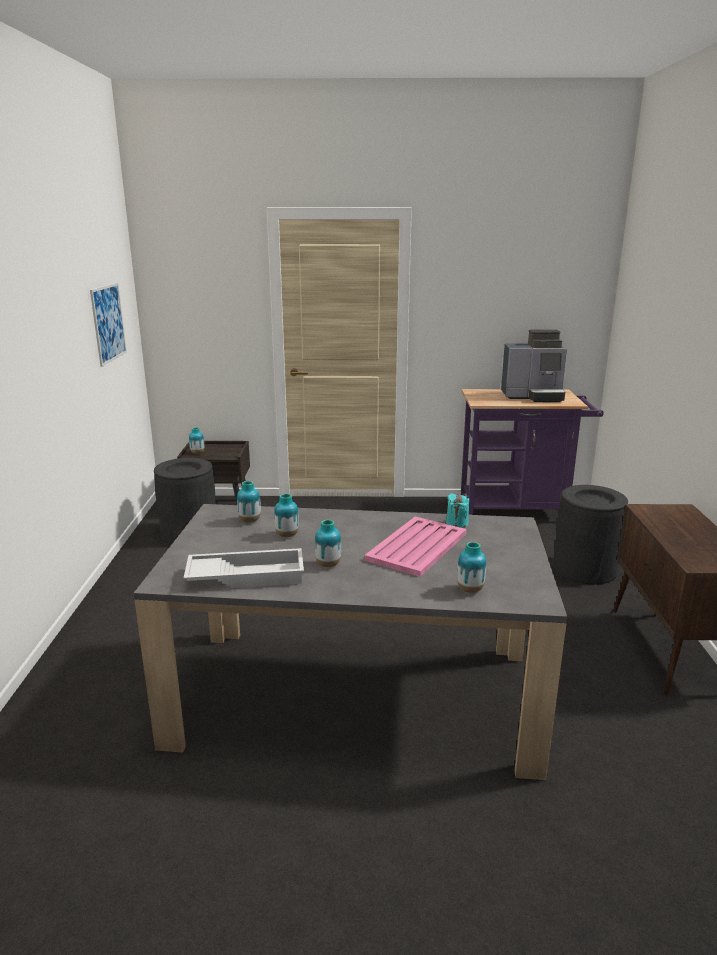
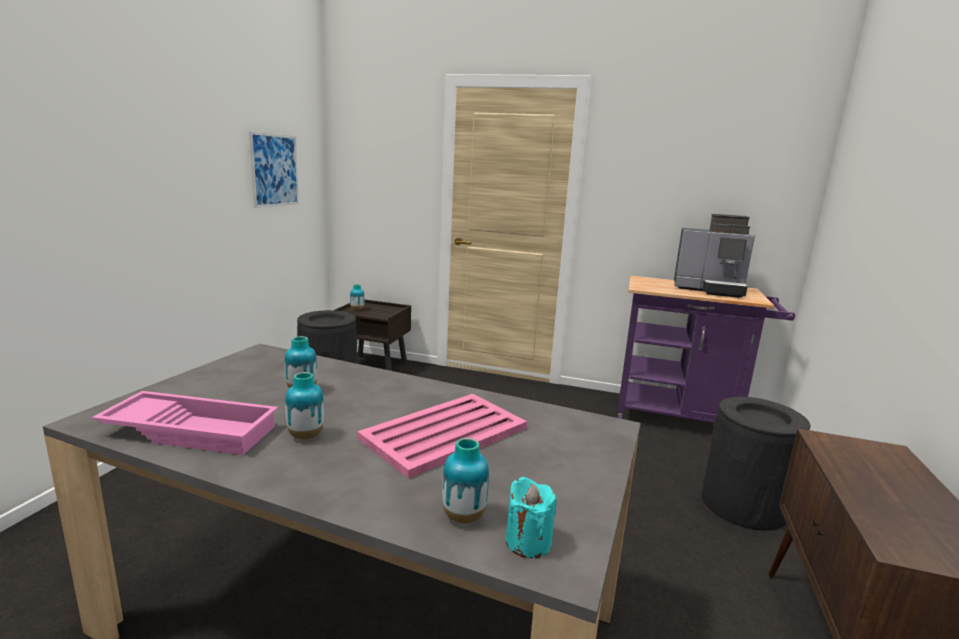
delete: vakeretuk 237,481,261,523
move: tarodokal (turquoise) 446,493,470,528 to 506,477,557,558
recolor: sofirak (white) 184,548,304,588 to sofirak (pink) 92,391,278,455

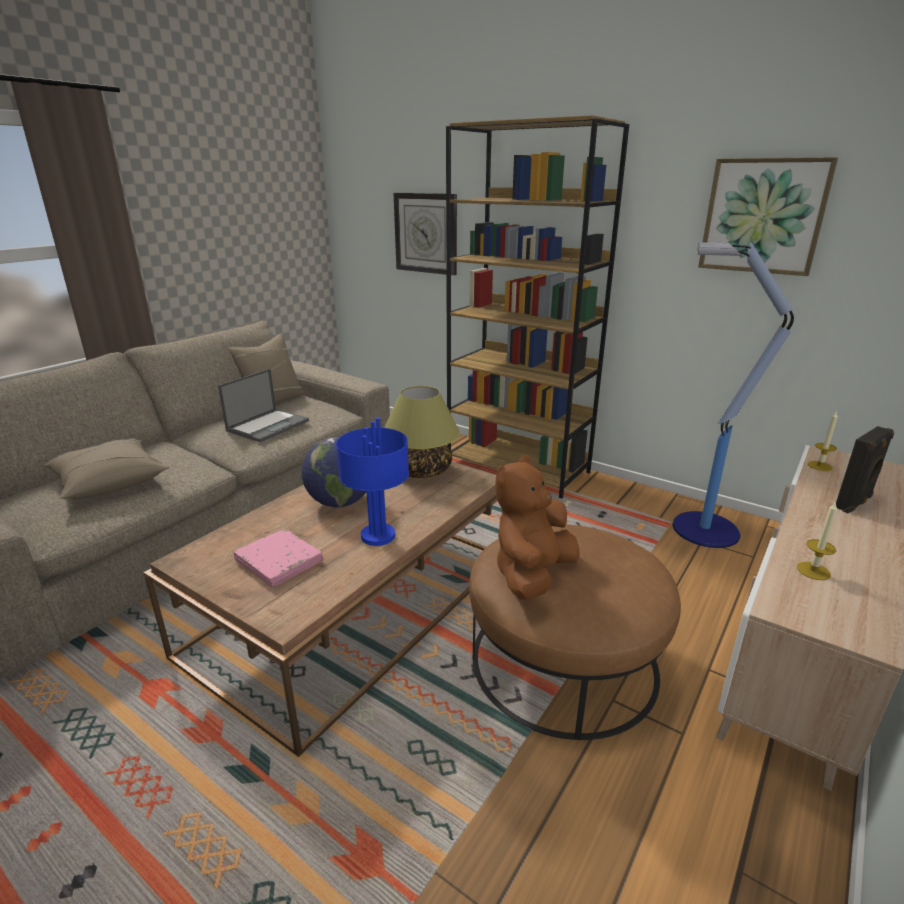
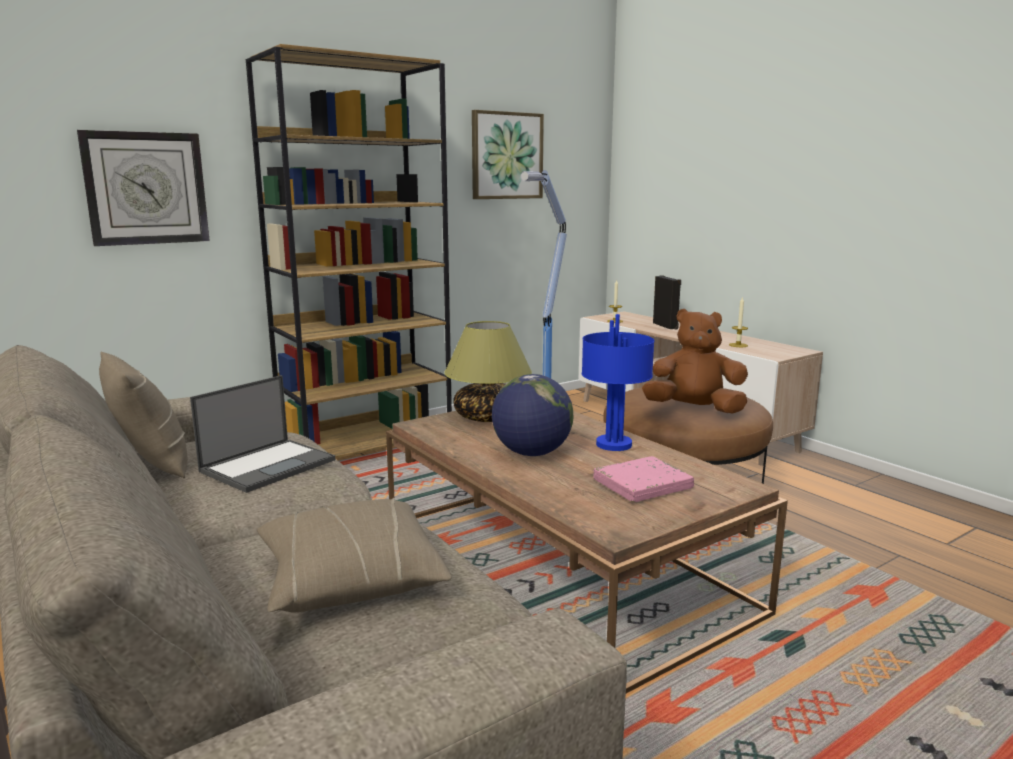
rotate: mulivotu 218,369,309,442 = 190,375,335,493 75 degrees clockwise; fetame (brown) 495,455,580,600 = 642,309,748,414 135 degrees clockwise

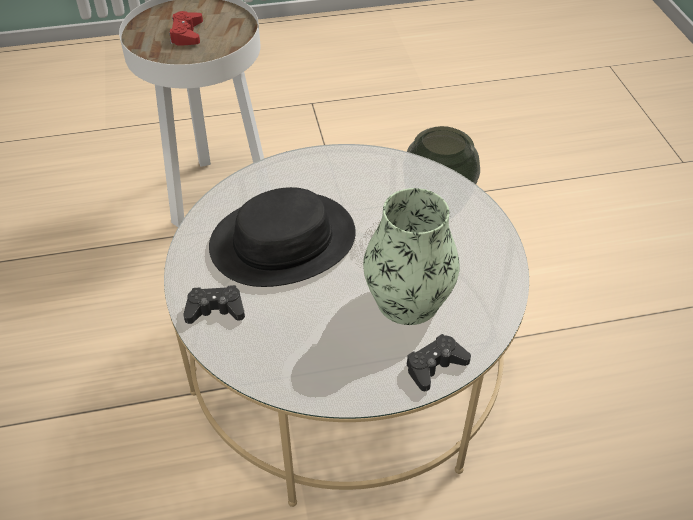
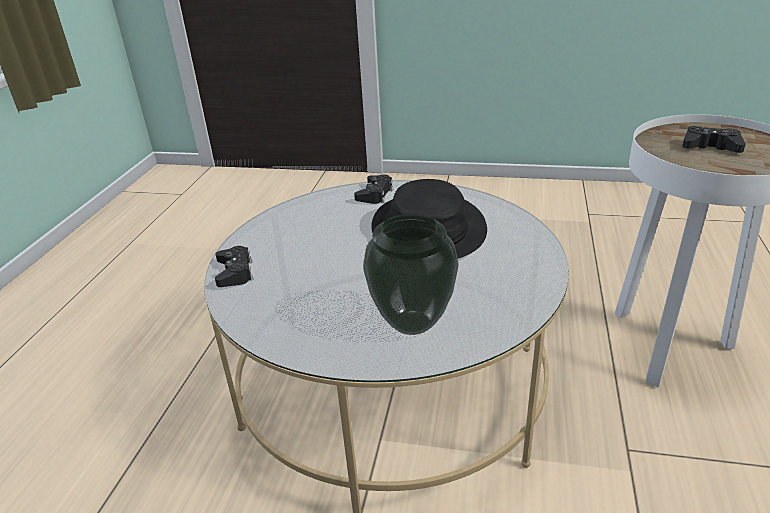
delete: vakeretuk 363,188,460,325
recolor: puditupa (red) 169,11,203,46 to puditupa (black) 682,126,746,153

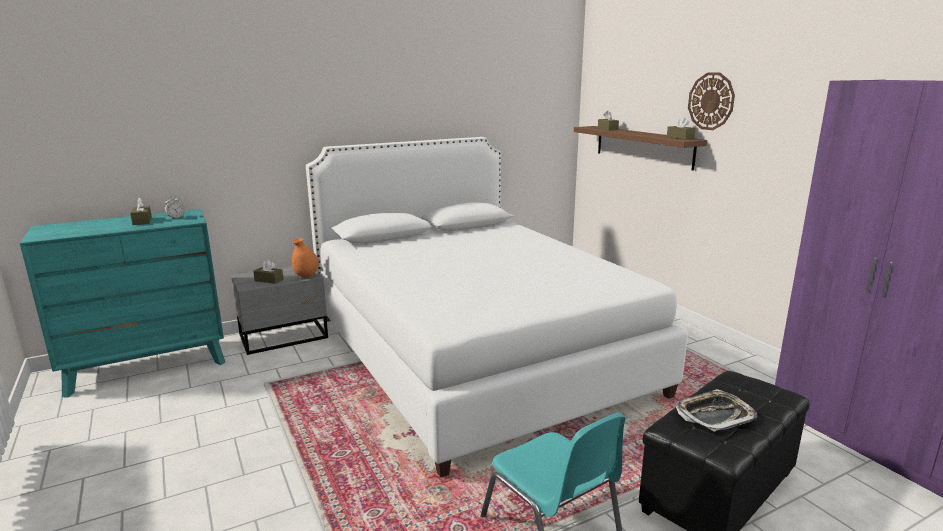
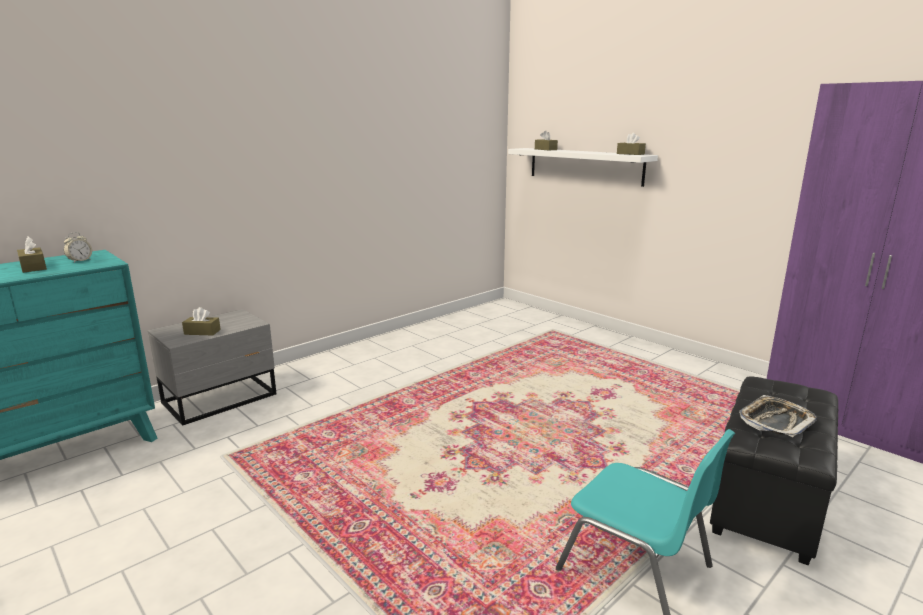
delete: vakeretuk (orange) 292,238,319,278; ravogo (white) 306,137,688,477; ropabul 688,73,735,130
recolor: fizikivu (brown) 574,126,707,171 to fizikivu (white) 508,148,658,187

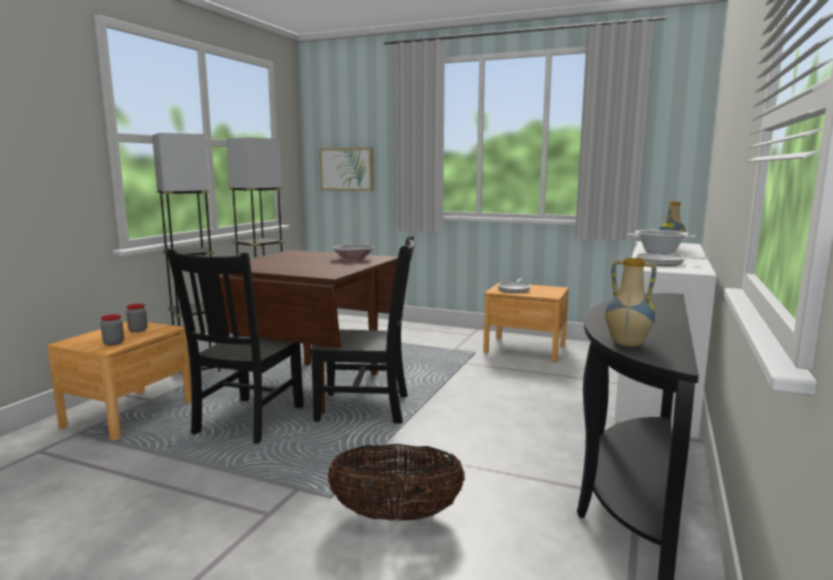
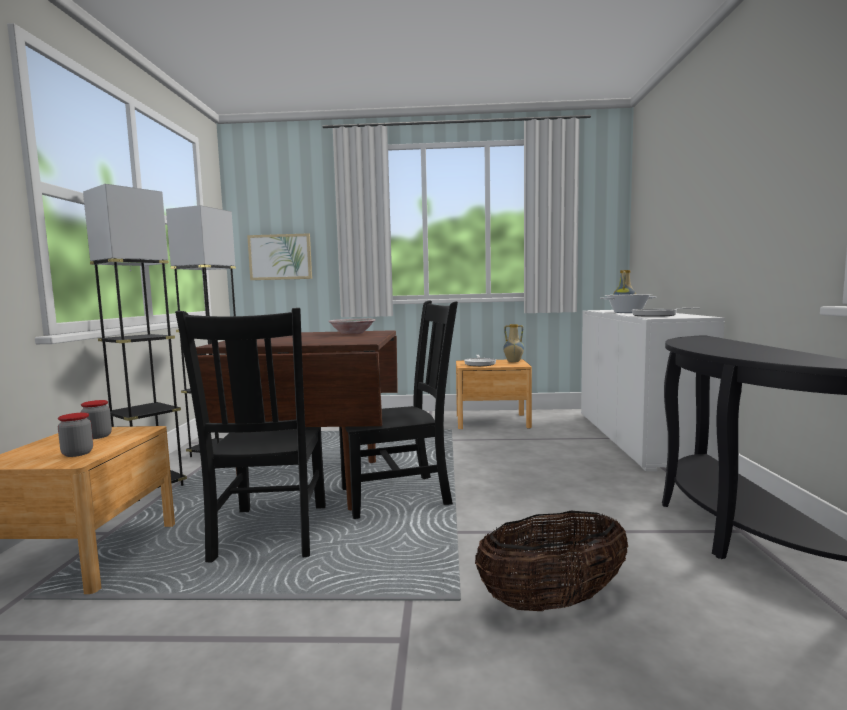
move: vakeretuk 605,258,657,347 to 503,324,524,362

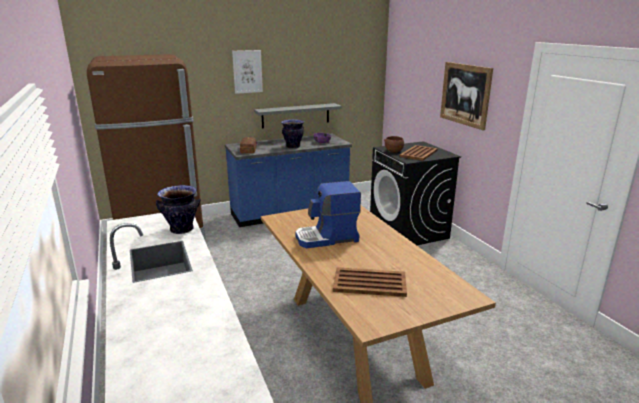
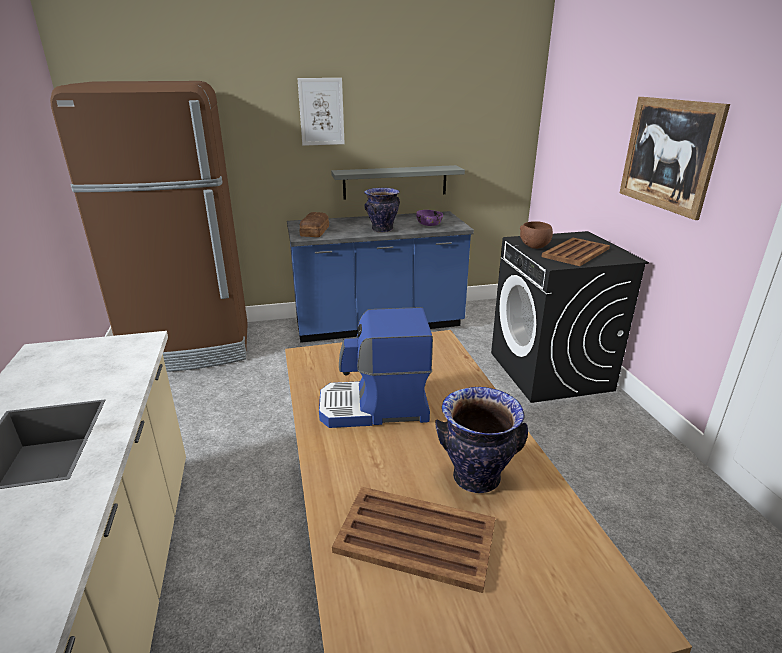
move: vakeretuk 156,185,200,234 to 435,387,528,493

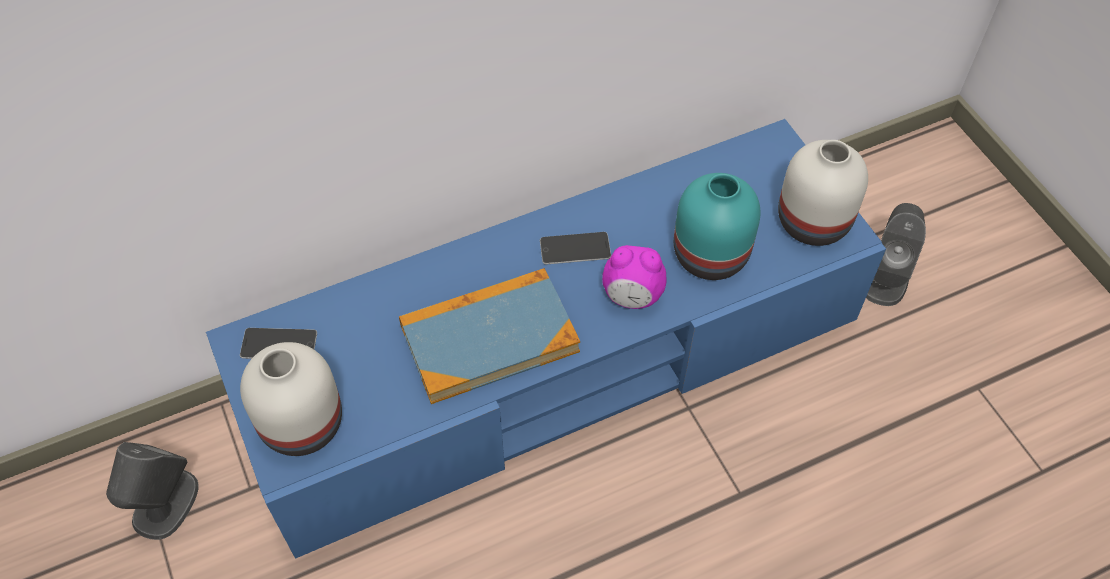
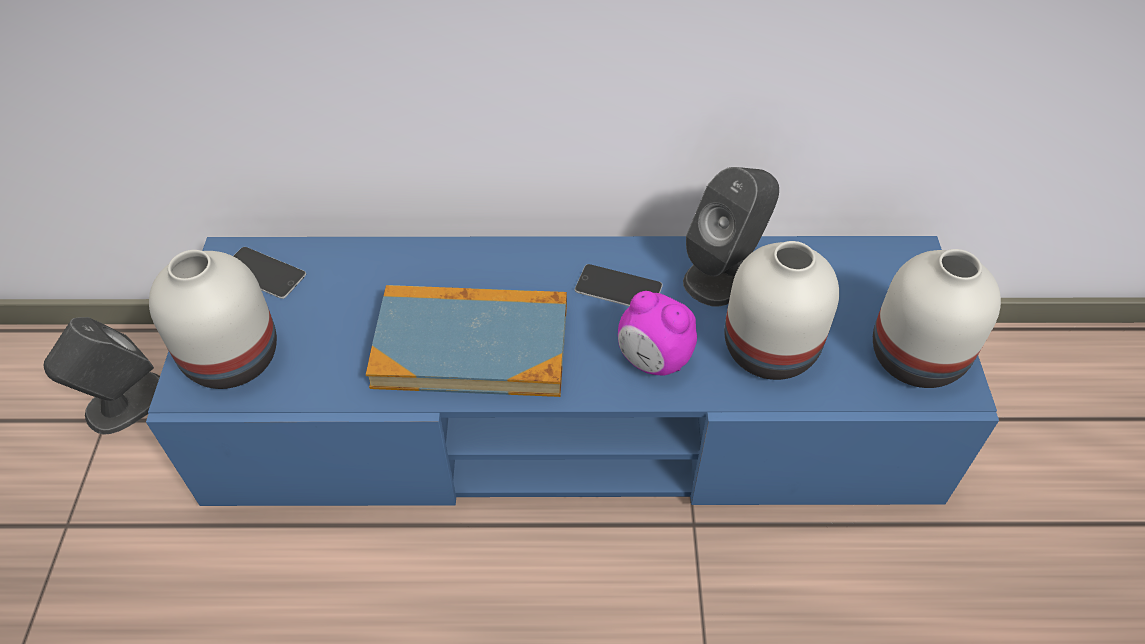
move: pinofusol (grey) 866,203,926,306 to 683,167,779,306
recolor: vakeretuk (turquoise) 674,173,761,280 to vakeretuk (white) 724,241,839,380

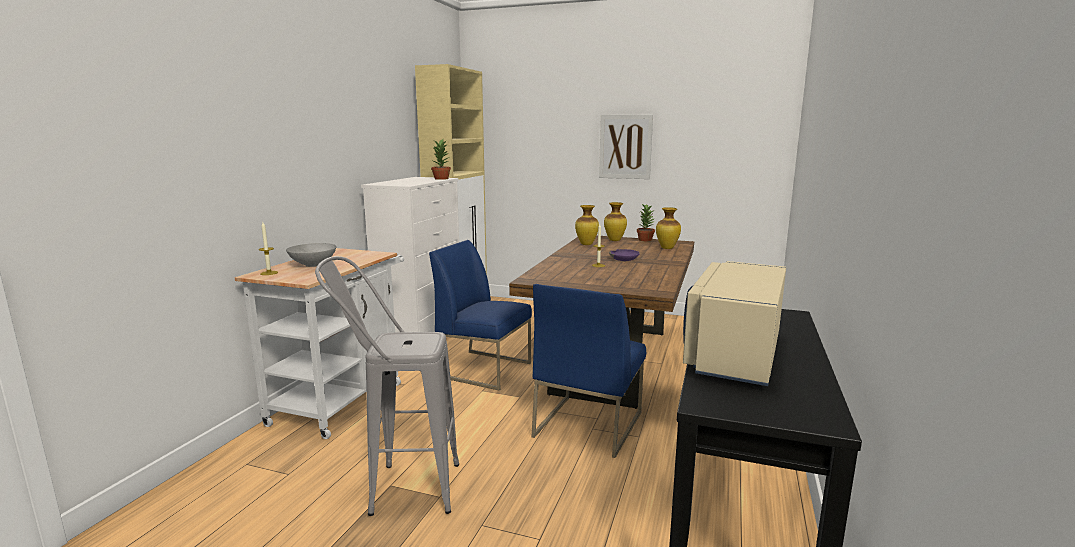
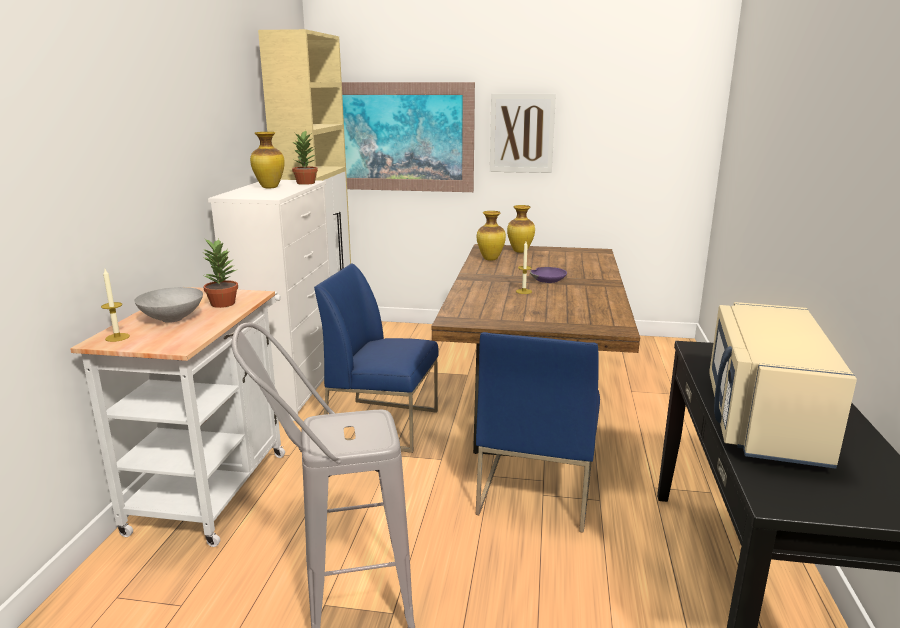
insert: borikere 342,82,475,192
move: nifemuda 637,204,655,241 to 202,238,238,308; vakeretuk 656,207,681,249 to 250,132,285,188

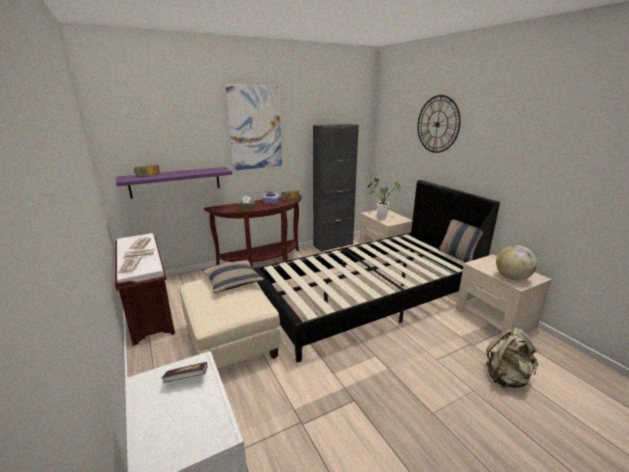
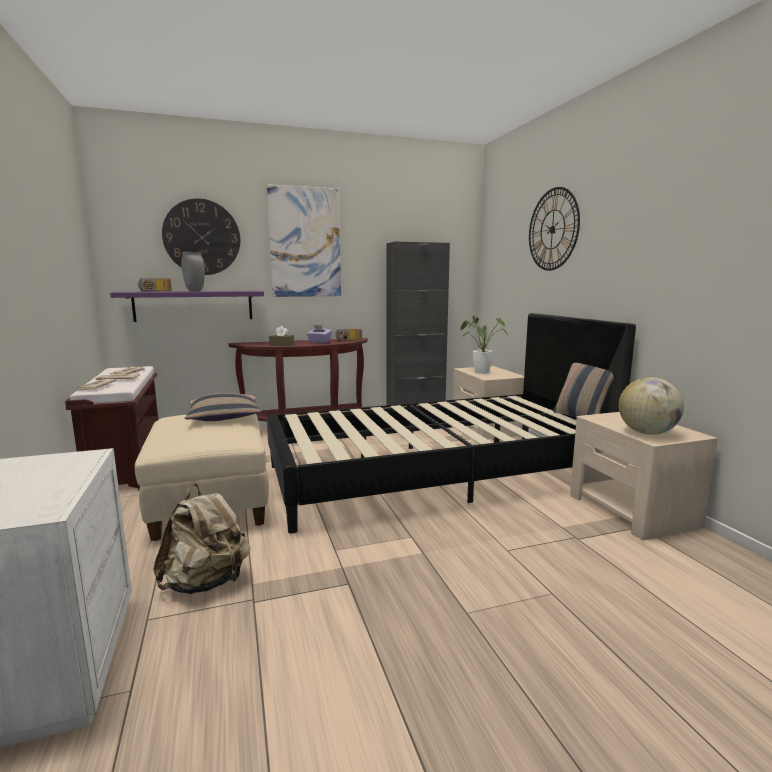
delete: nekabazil 162,362,208,383
insert: ropabul 162,198,240,275; vakeretuk (grey) 181,252,205,292
move: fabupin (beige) 486,325,538,388 to 153,484,250,594

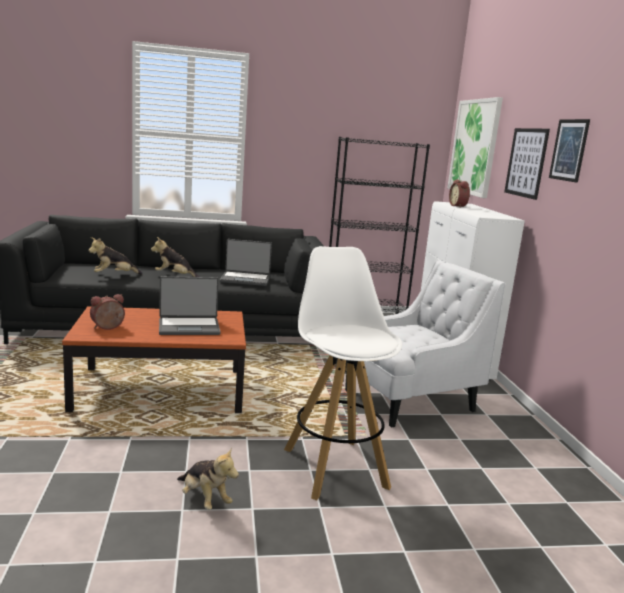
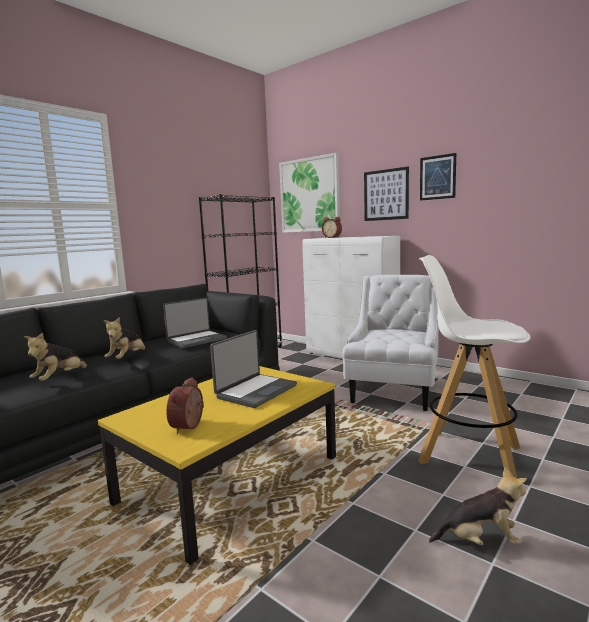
recolor: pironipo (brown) 62,306,246,413 to pironipo (yellow) 98,366,336,565
rotate: fetame 151,237,200,277 = 103,317,146,359 45 degrees counterclockwise

